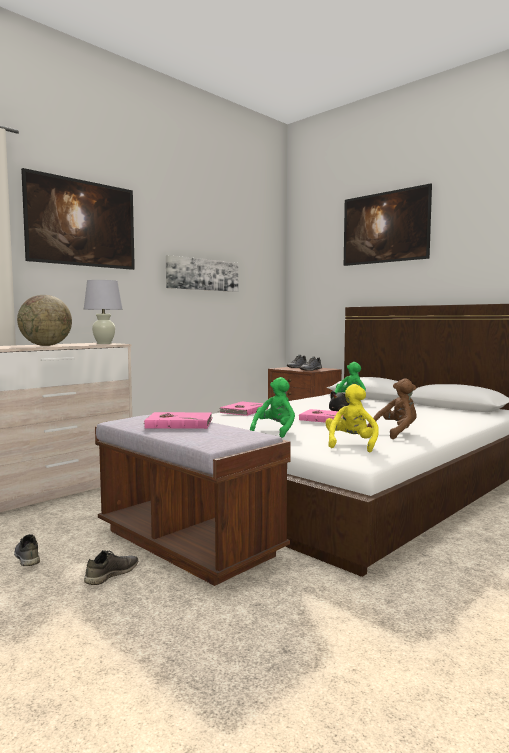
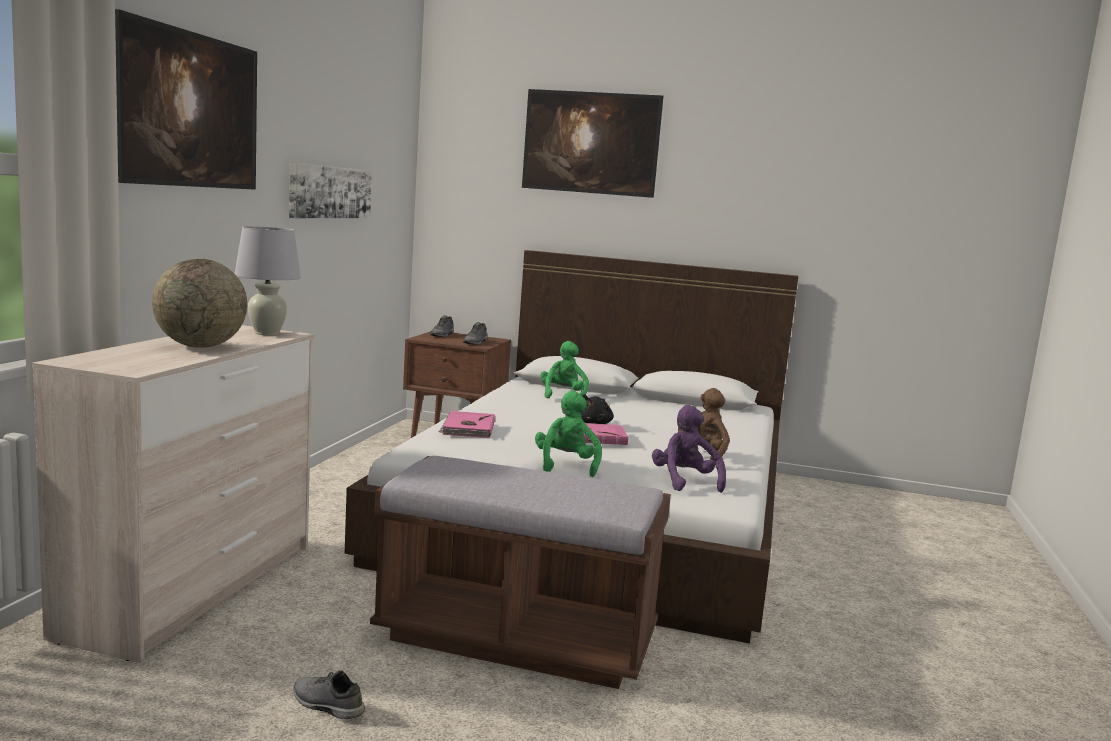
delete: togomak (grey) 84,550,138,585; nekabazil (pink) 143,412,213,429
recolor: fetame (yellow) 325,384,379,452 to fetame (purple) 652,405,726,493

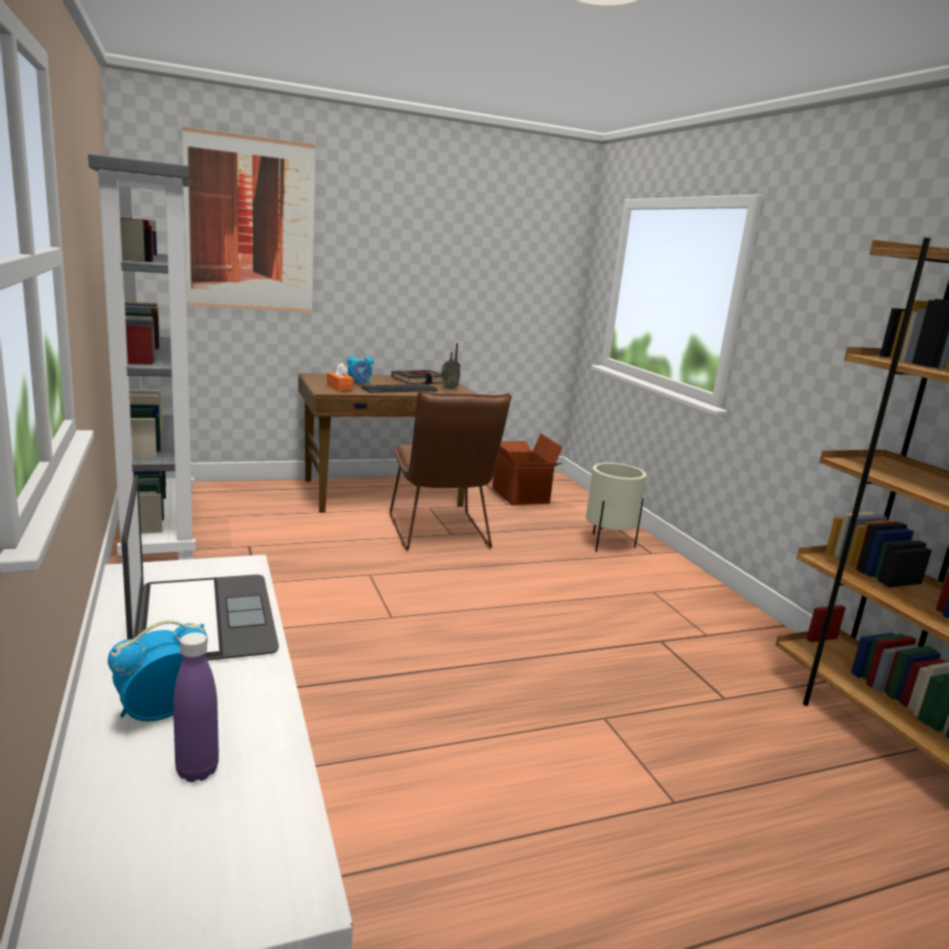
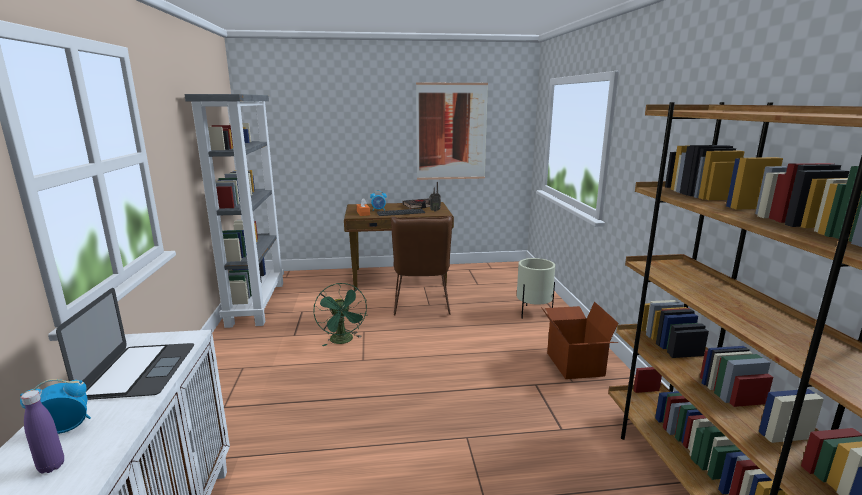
insert: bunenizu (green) 313,283,367,346
move: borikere 182,127,316,312 to 416,82,488,180; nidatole 493,433,563,505 to 541,302,619,379

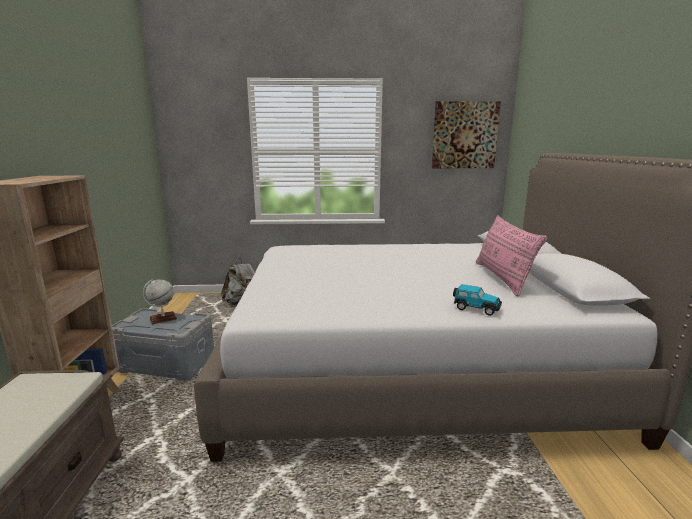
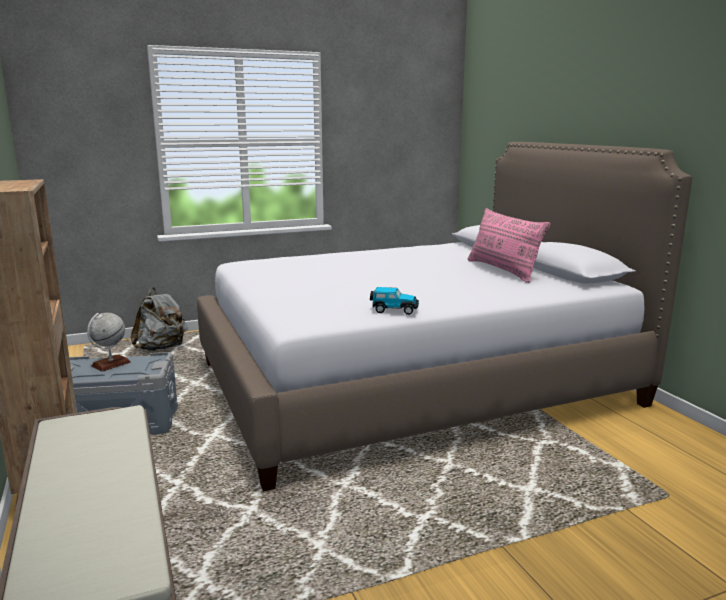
delete: borikere 432,101,501,168
move: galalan 453,284,502,316 to 370,287,419,315

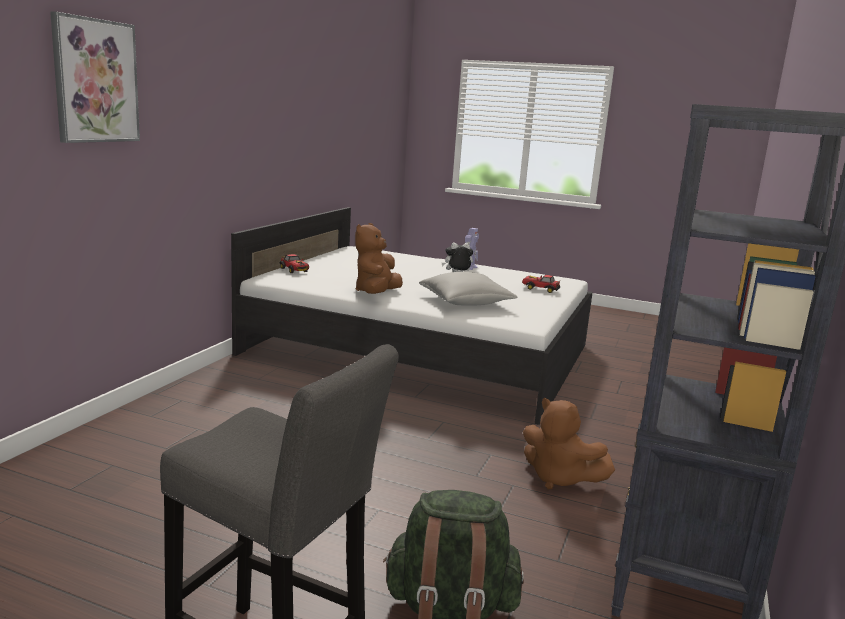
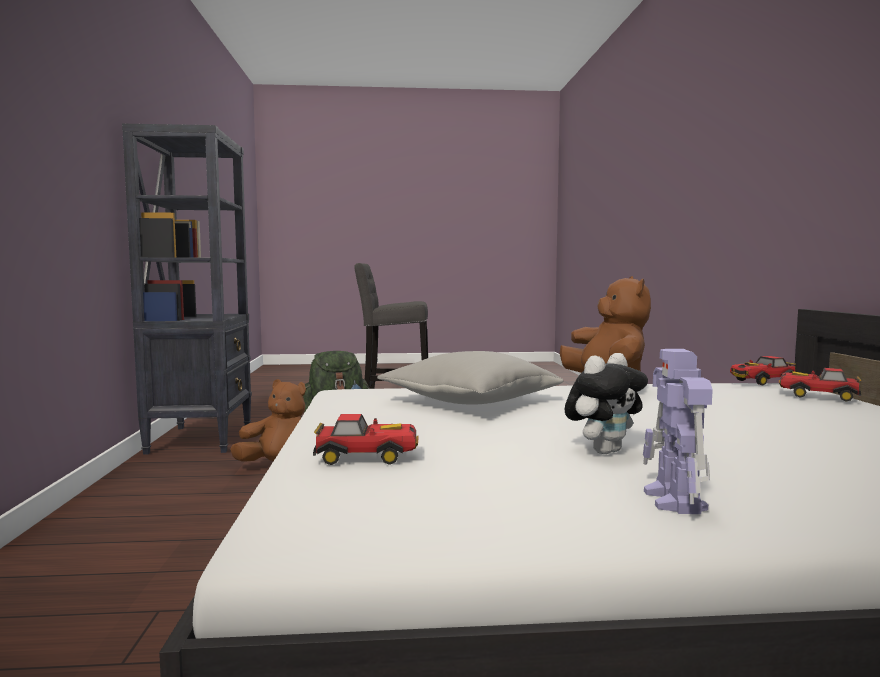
delete: borikere 50,11,140,143
insert: galalan 730,356,796,385

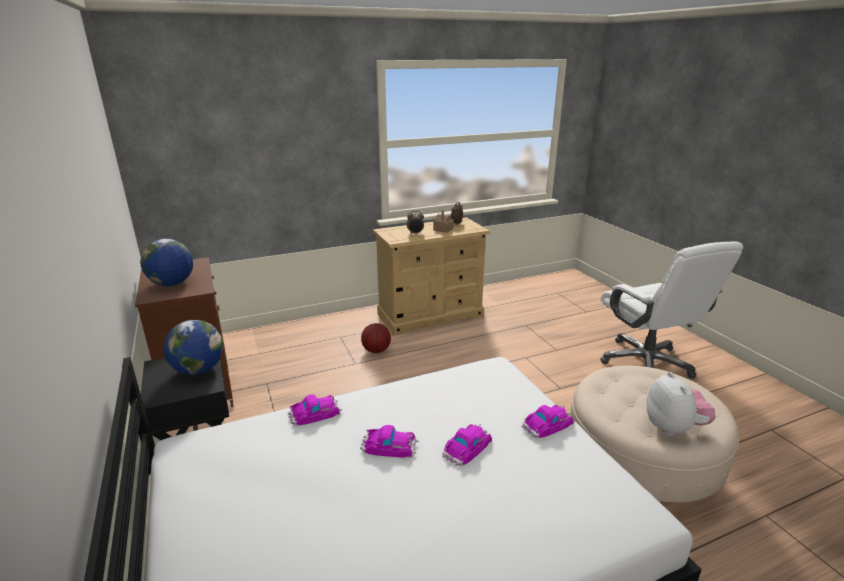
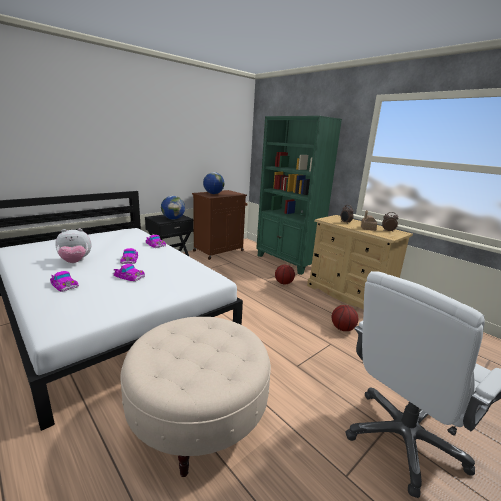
insert: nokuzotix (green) 256,116,342,275; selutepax 332,305,358,331
move: galalan 521,405,574,438 to 50,271,79,292; fetame 647,372,715,436 to 55,228,91,263

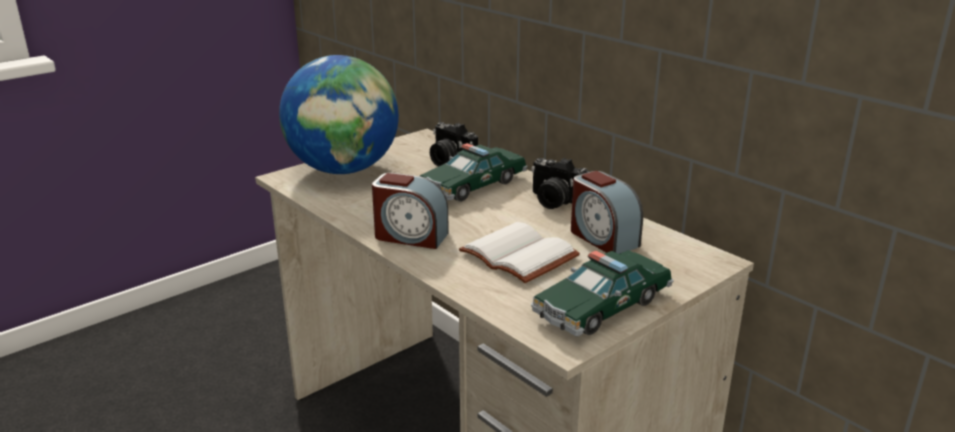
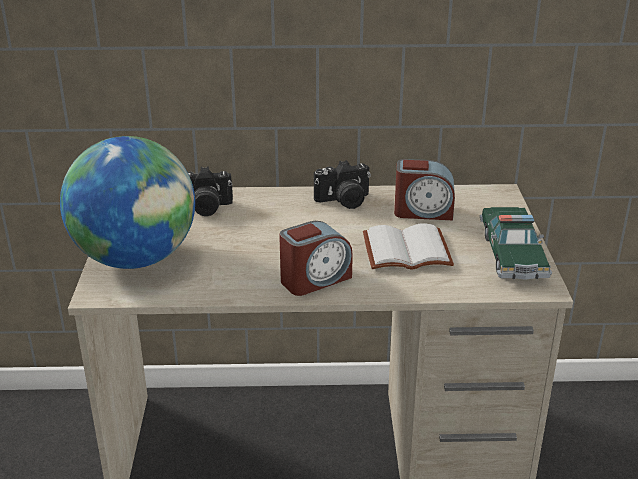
delete: galalan 420,143,527,202

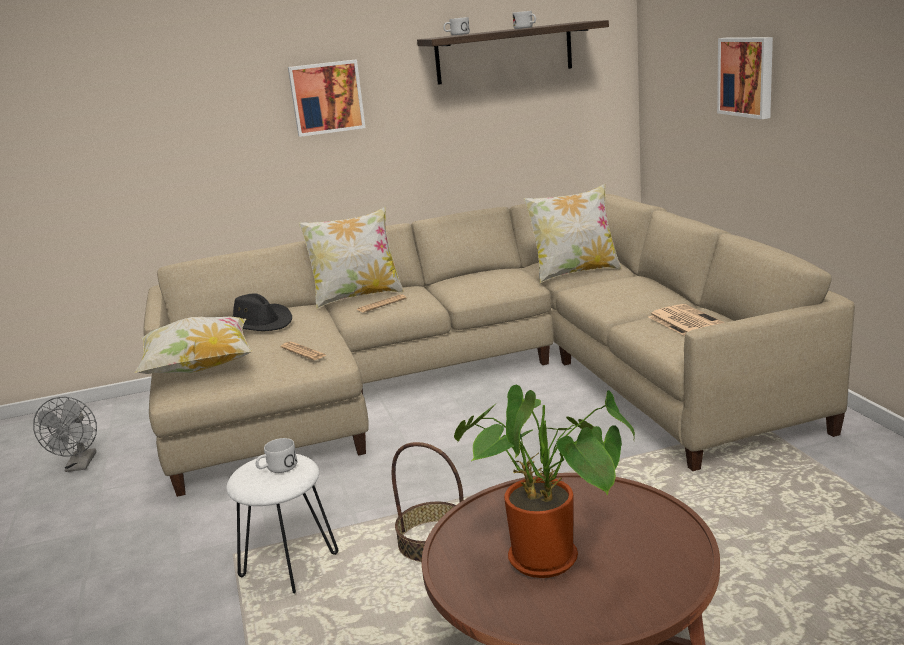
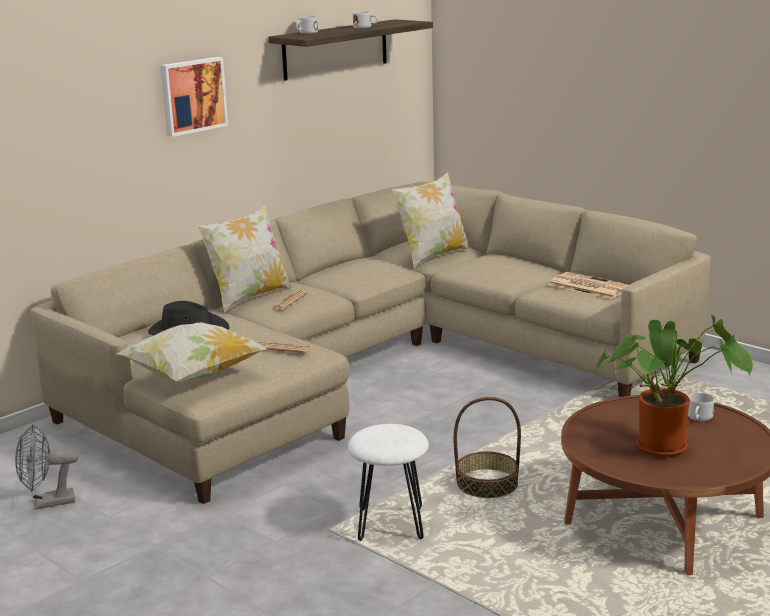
delete: borikere 717,37,773,119
move: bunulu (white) 255,438,297,473 to 688,393,715,421
rotate: bunenizu (grey) 33,397,97,472 = 15,424,79,510 105 degrees clockwise

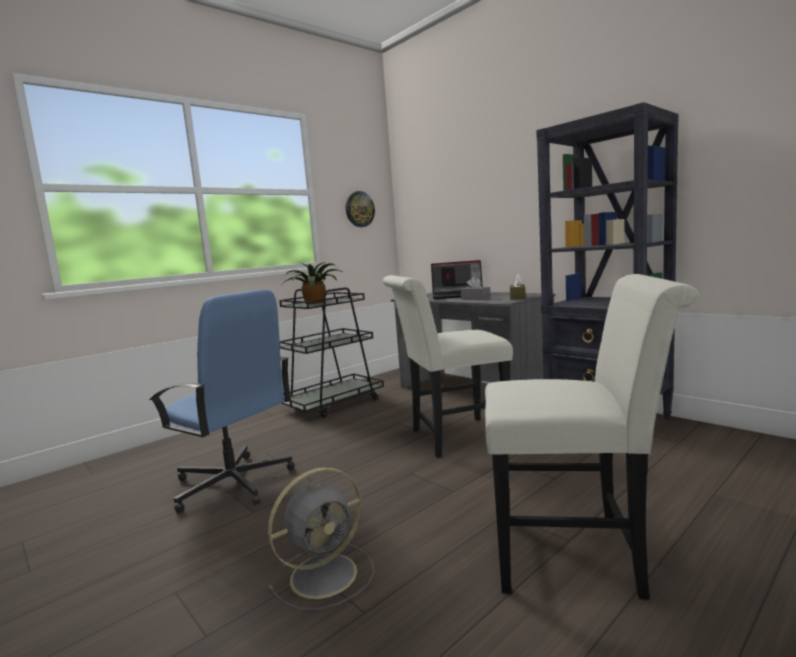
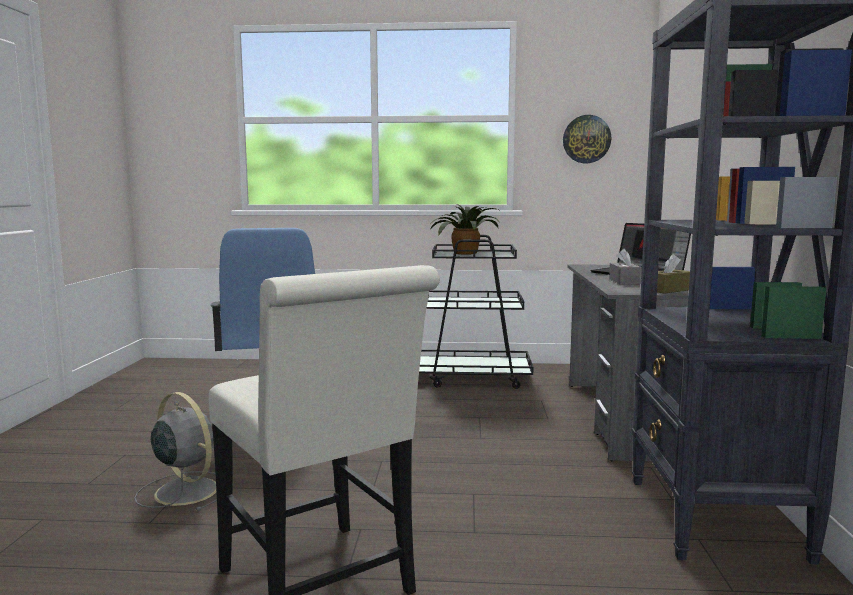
delete: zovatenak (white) 383,275,513,458
rotate: bunenizu (grey) 268,467,374,610 = 134,392,233,512 150 degrees counterclockwise

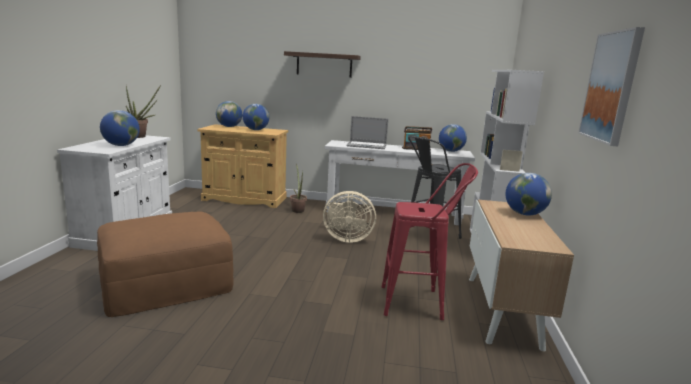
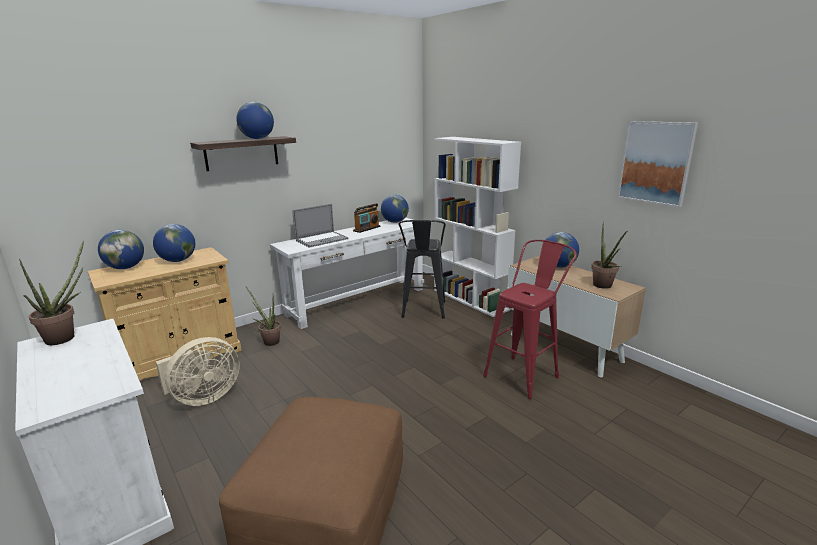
insert: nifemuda 591,221,627,289
move: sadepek 100,110,140,146 to 236,102,274,139; bunenizu (beige) 323,191,376,243 to 156,337,240,406

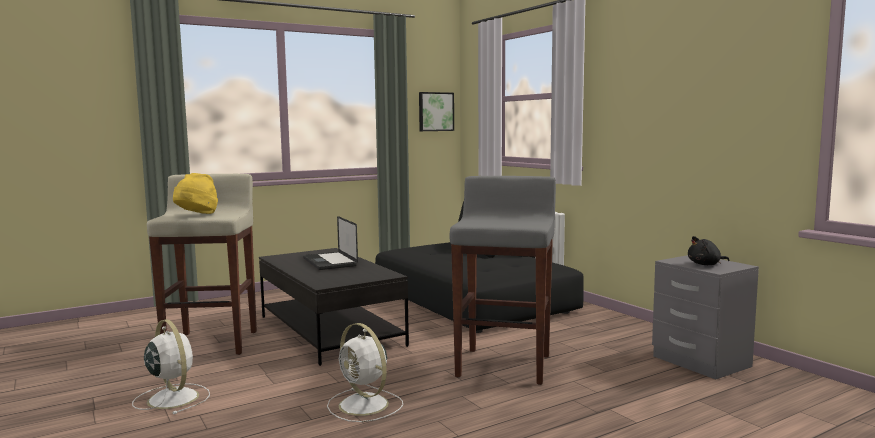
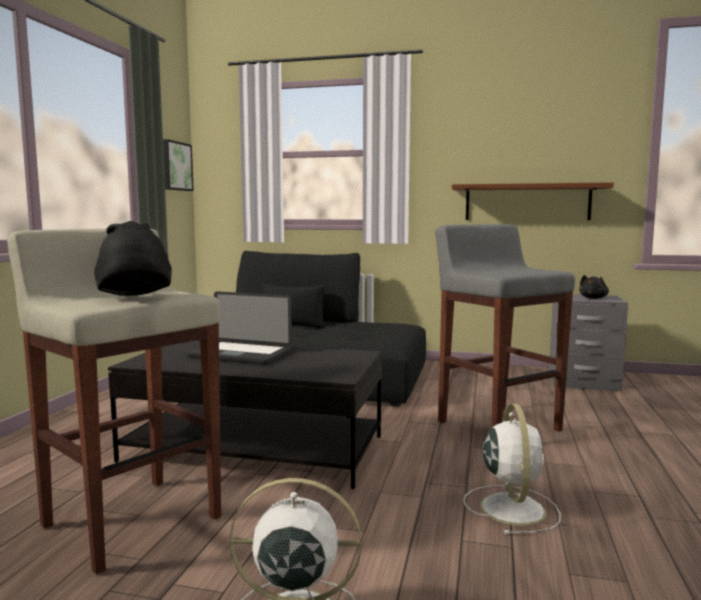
insert: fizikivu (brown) 452,182,614,220
recolor: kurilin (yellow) 173,173,218,214 to kurilin (black) 94,221,172,296
rotate: bunenizu (white) 327,323,403,422 = 463,403,561,535 90 degrees counterclockwise

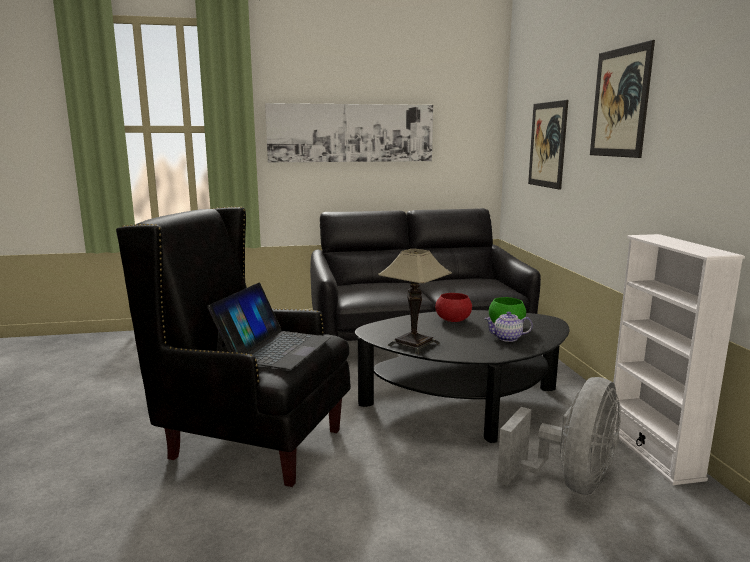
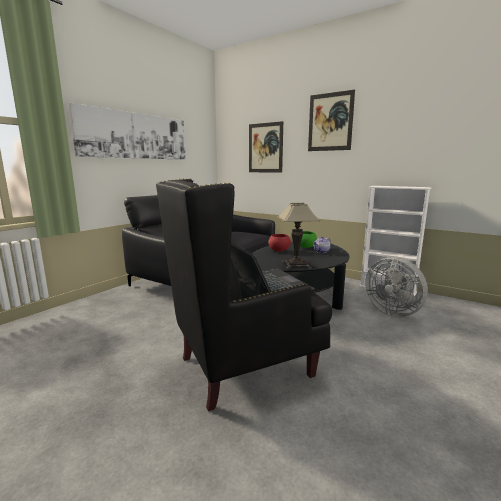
rotate: bunenizu (grey) 497,377,621,495 = 365,257,428,317 150 degrees clockwise

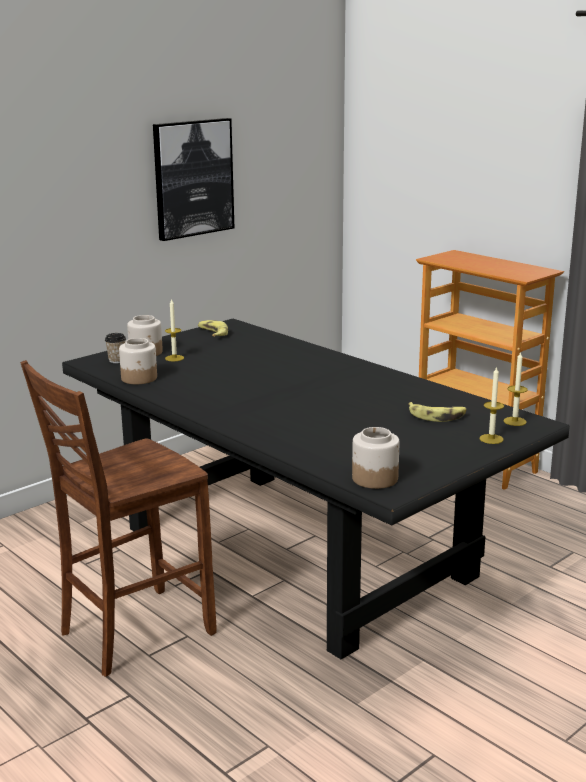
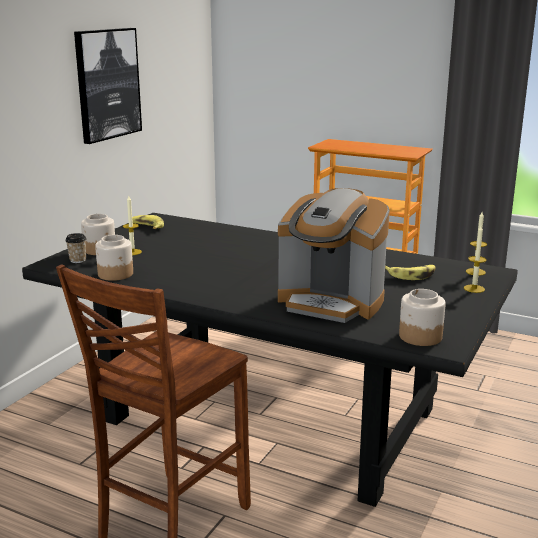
insert: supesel 278,188,390,323

